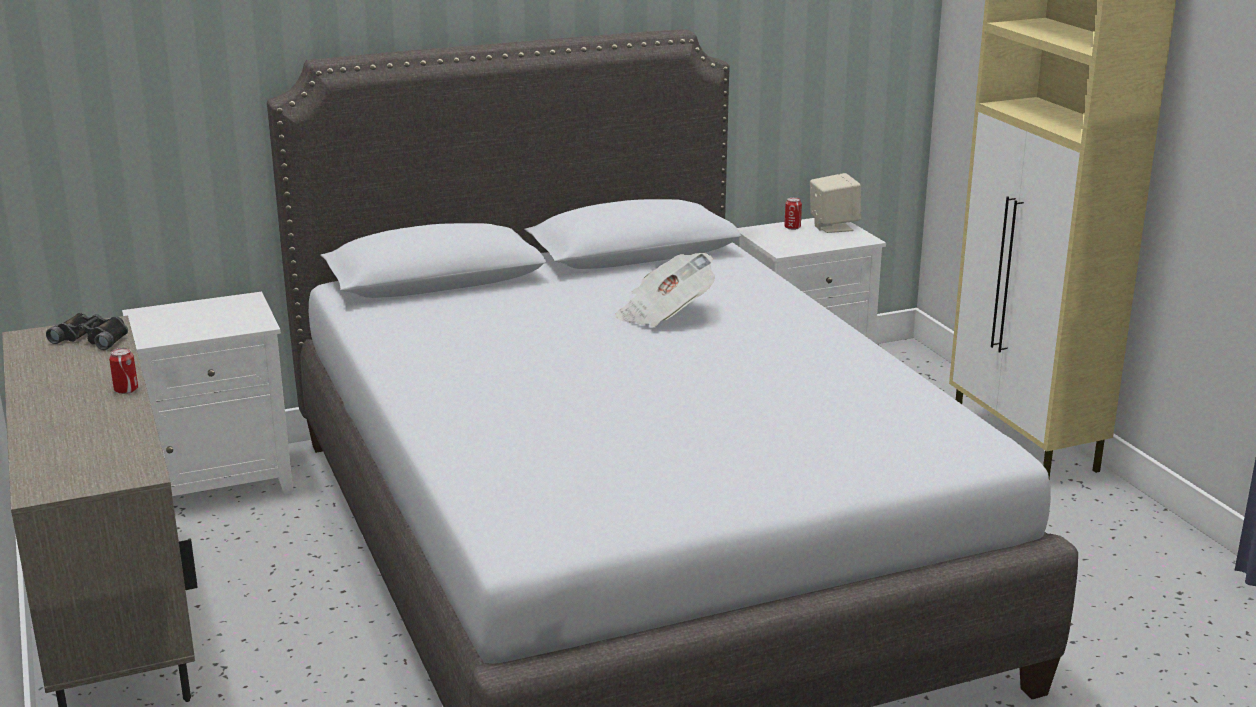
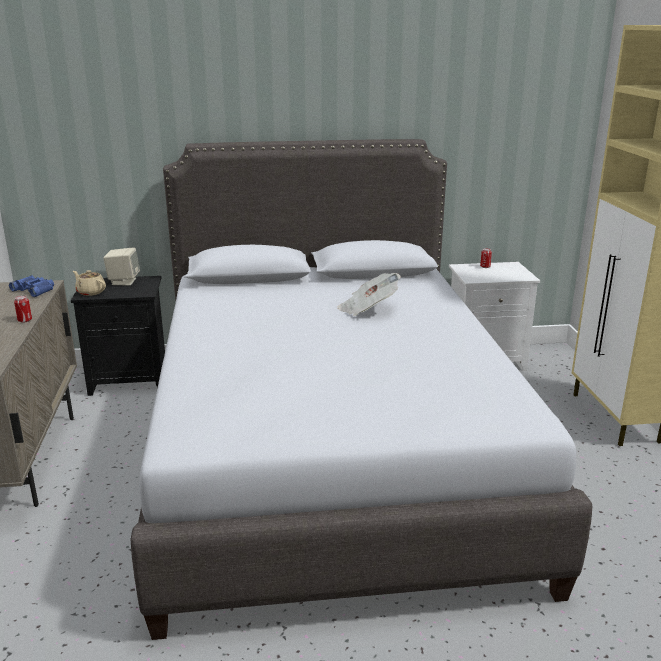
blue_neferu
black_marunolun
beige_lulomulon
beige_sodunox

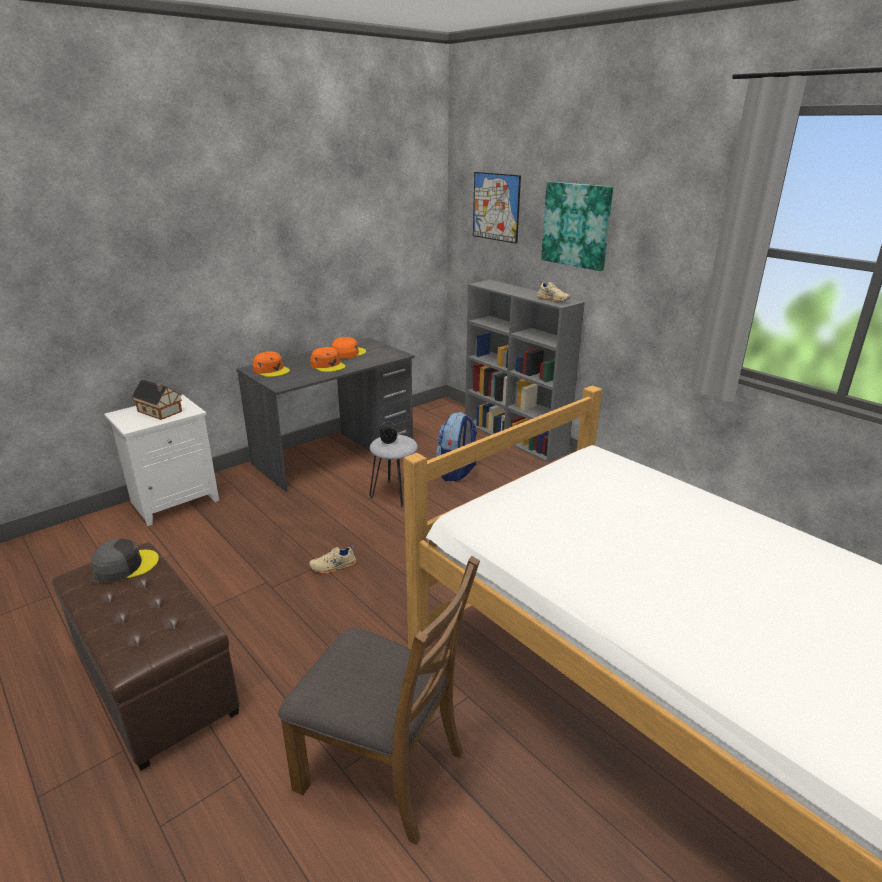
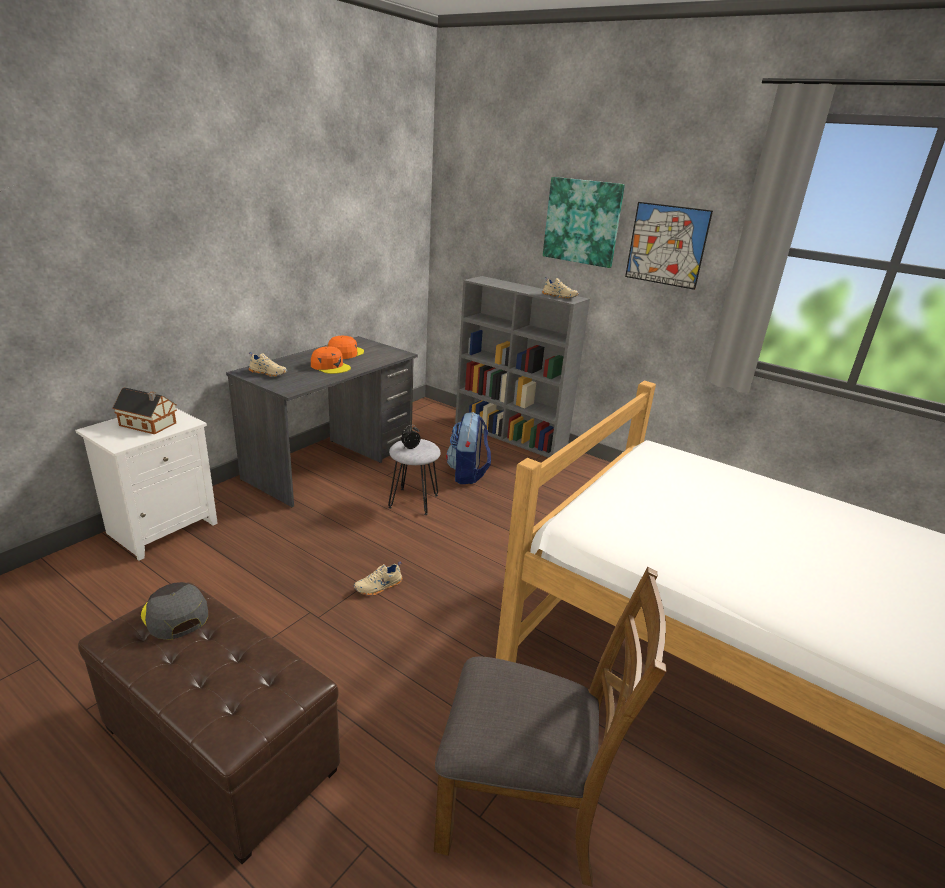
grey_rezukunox
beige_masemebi (1st from left)
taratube (2nd from left)

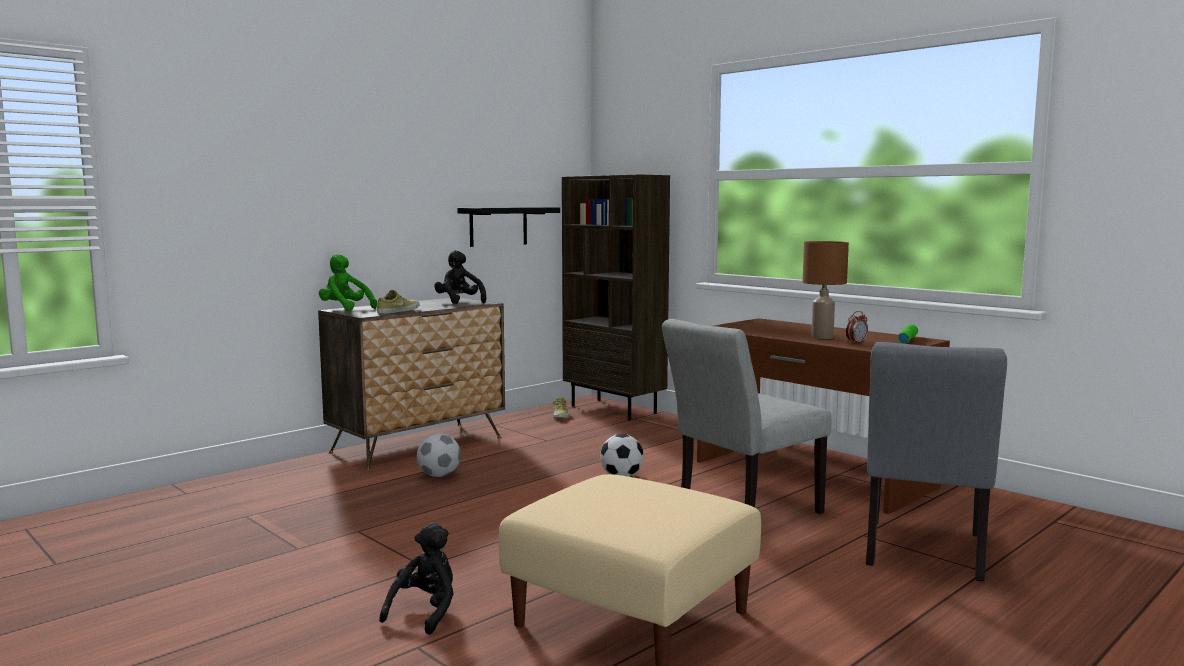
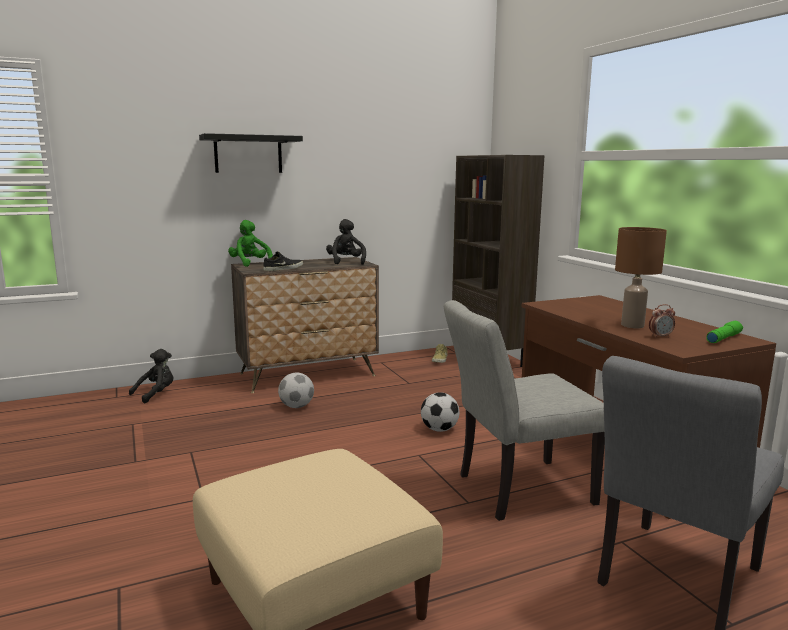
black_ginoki (1st from left)
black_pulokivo
black_masemebi

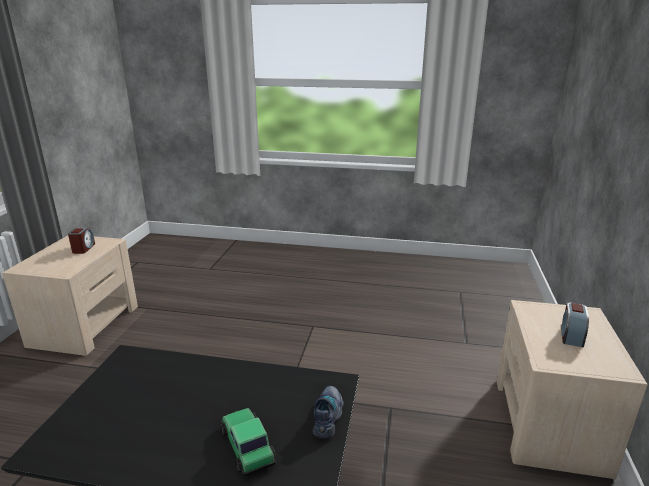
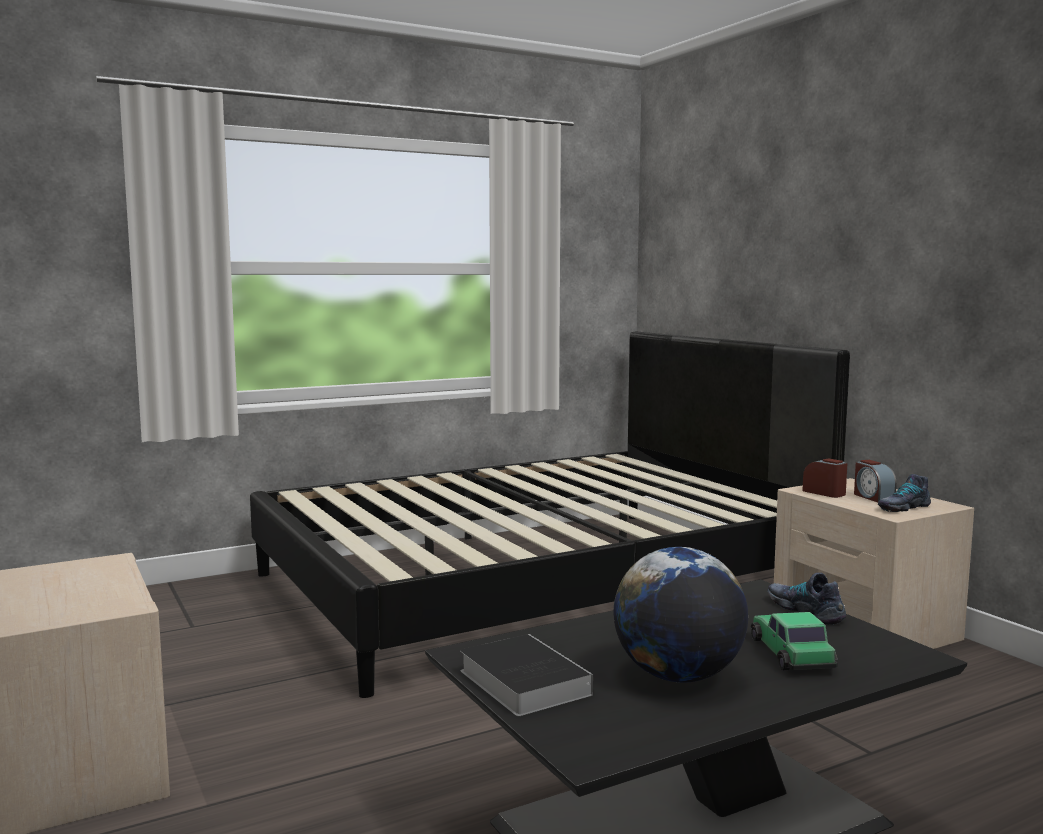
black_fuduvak
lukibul
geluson
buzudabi
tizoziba (1st from left)
masemebi (2nd from left)

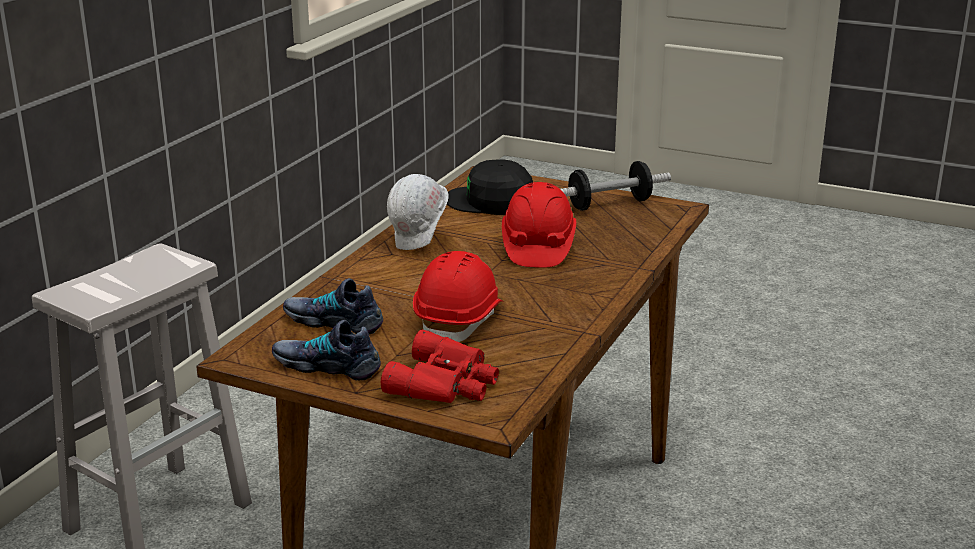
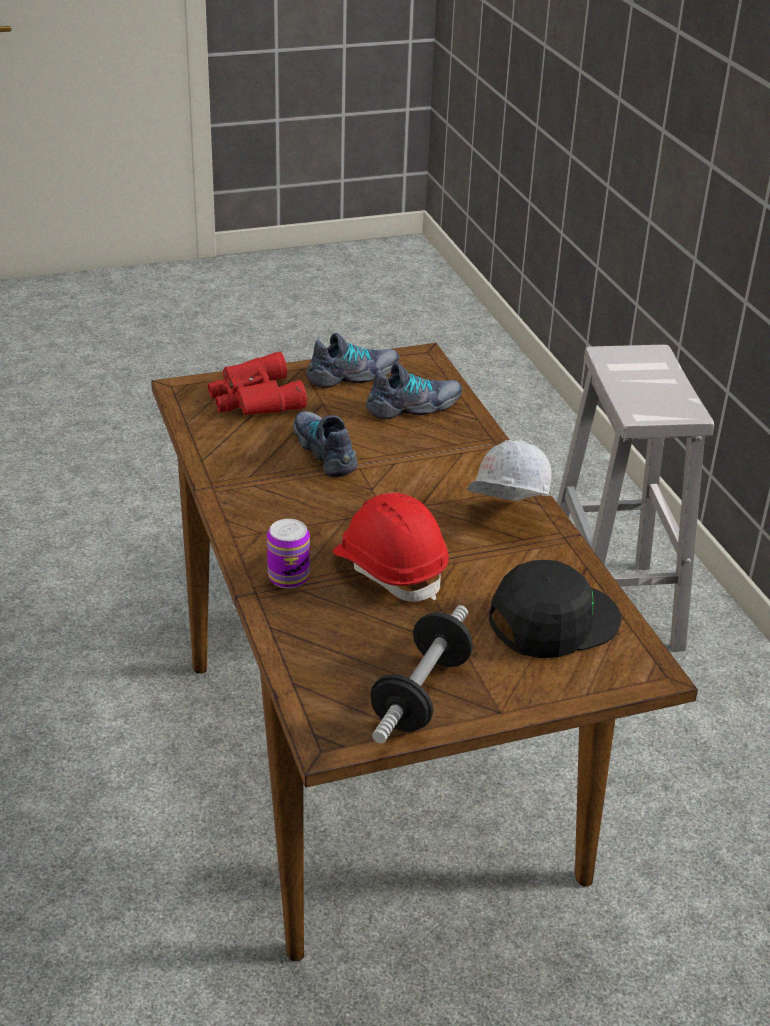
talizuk
masemebi (1st from left)

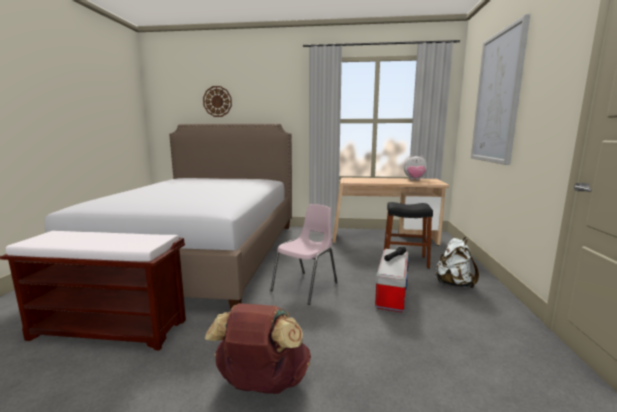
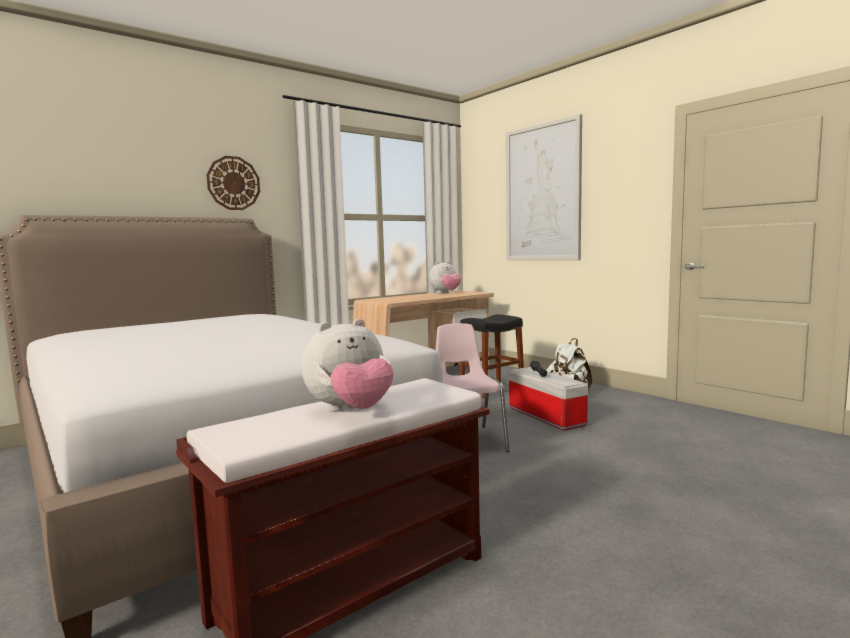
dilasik
ginoki (1st from left)
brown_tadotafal

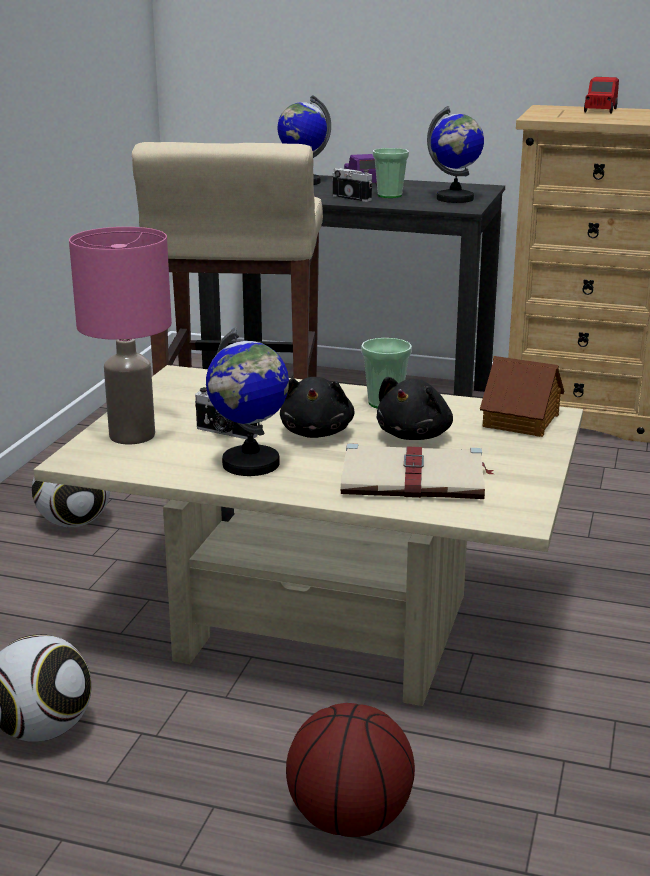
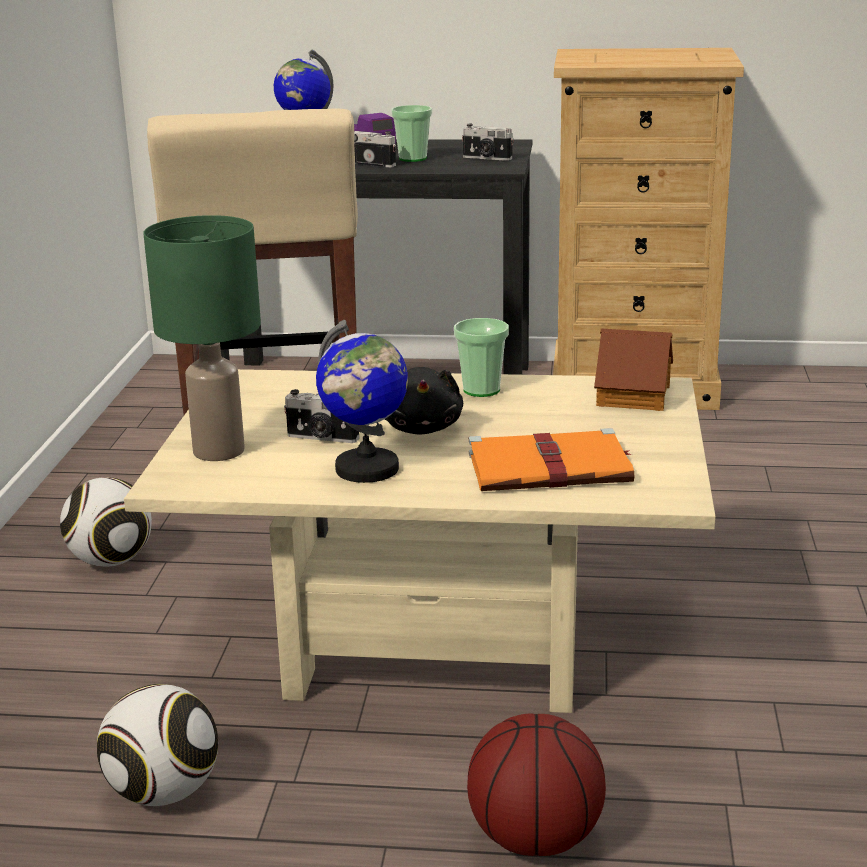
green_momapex
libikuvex (3rd from left)
orange_lukibul
black_ginoki (2nd from left in the first image)
red_buzudabi

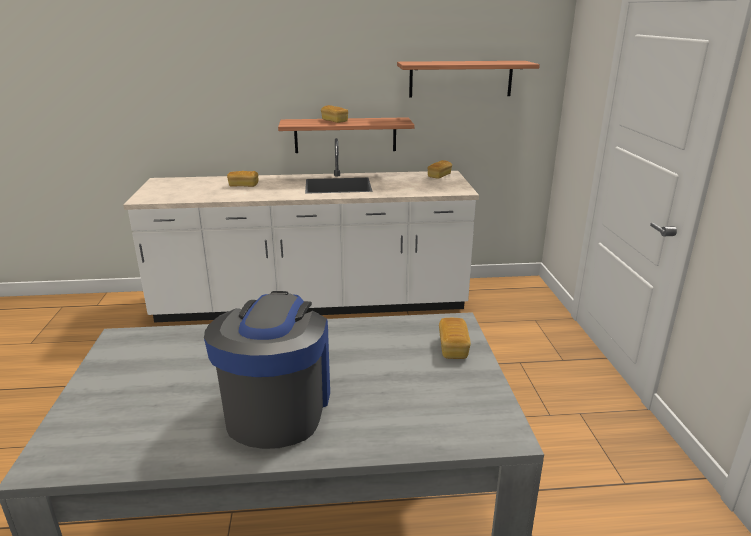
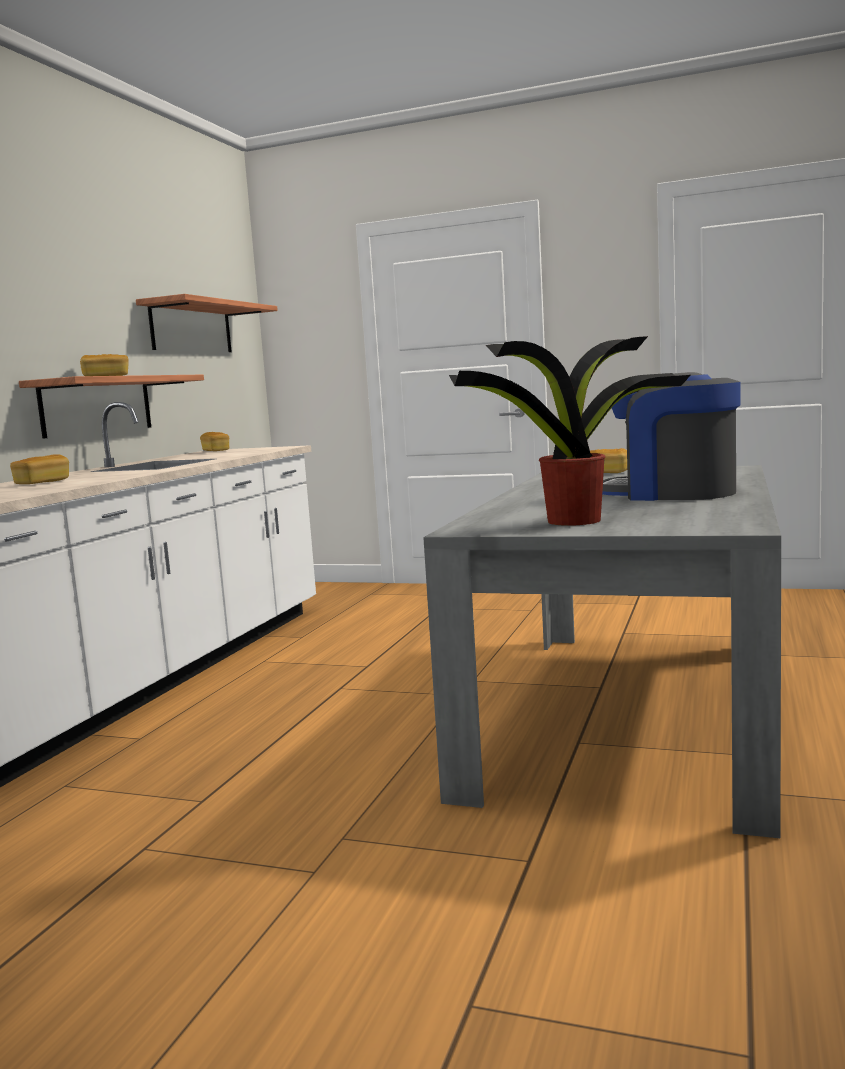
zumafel

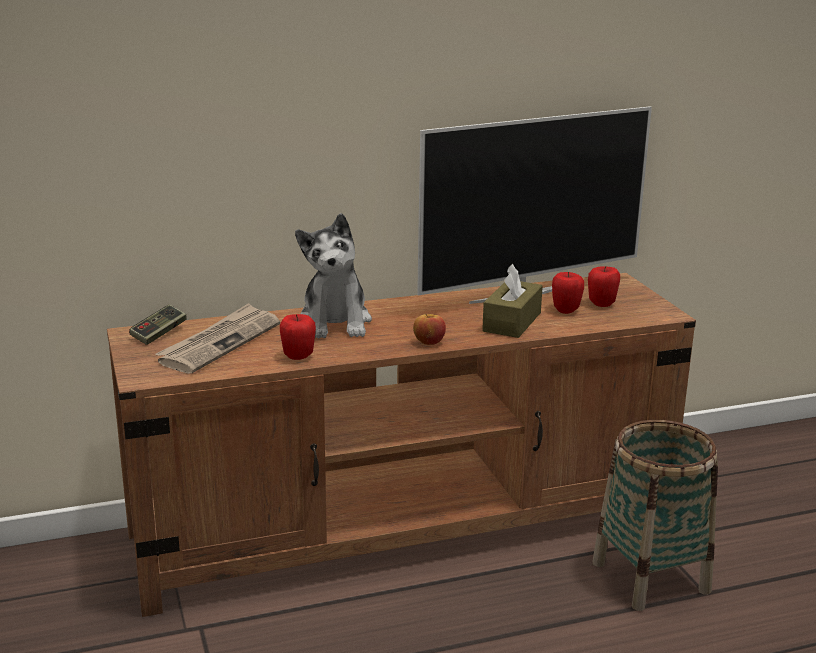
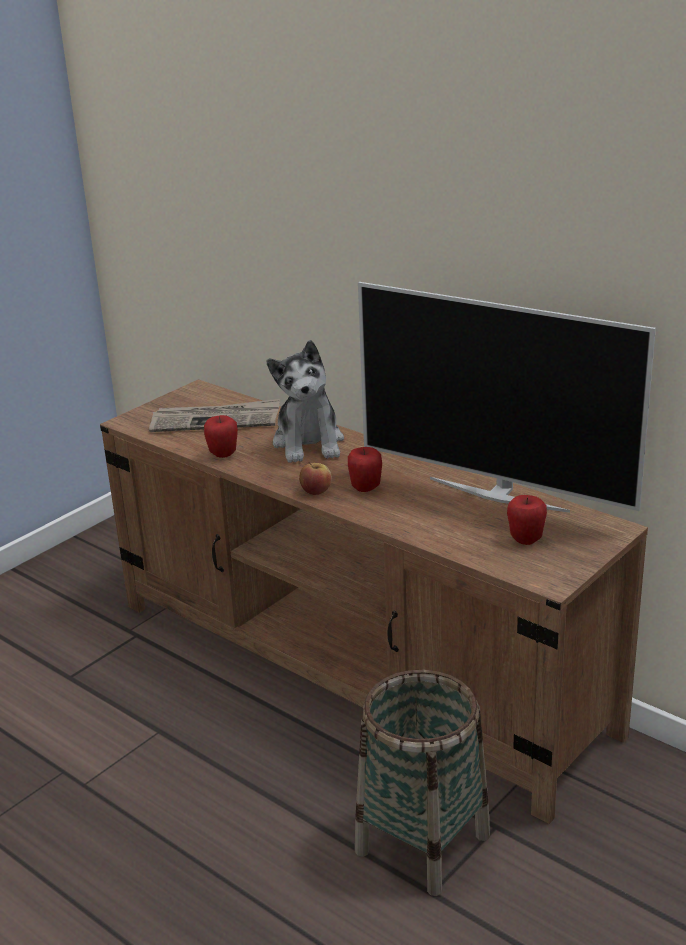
ginoki
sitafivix (3rd from left)
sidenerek
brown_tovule

